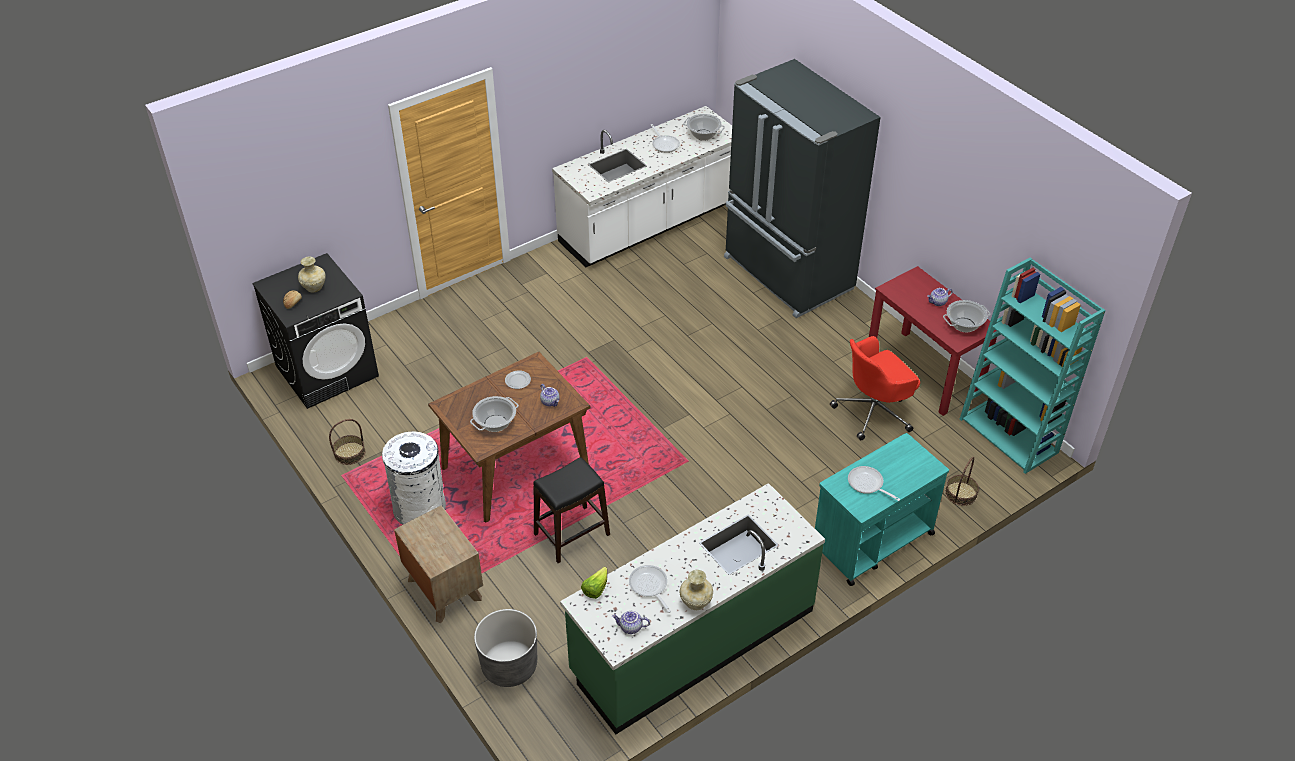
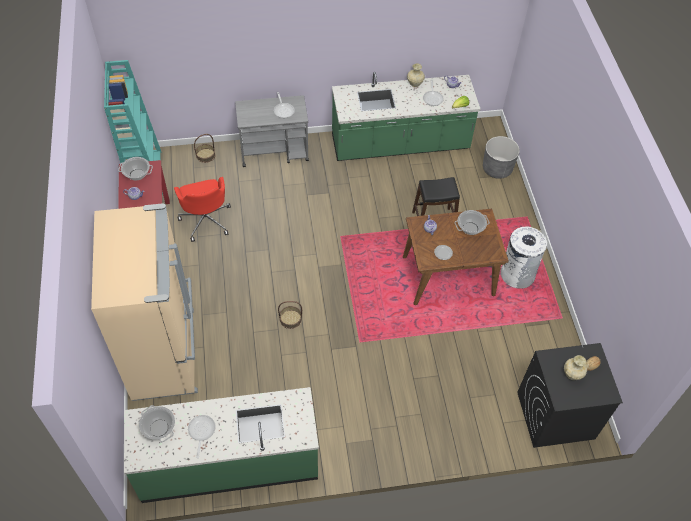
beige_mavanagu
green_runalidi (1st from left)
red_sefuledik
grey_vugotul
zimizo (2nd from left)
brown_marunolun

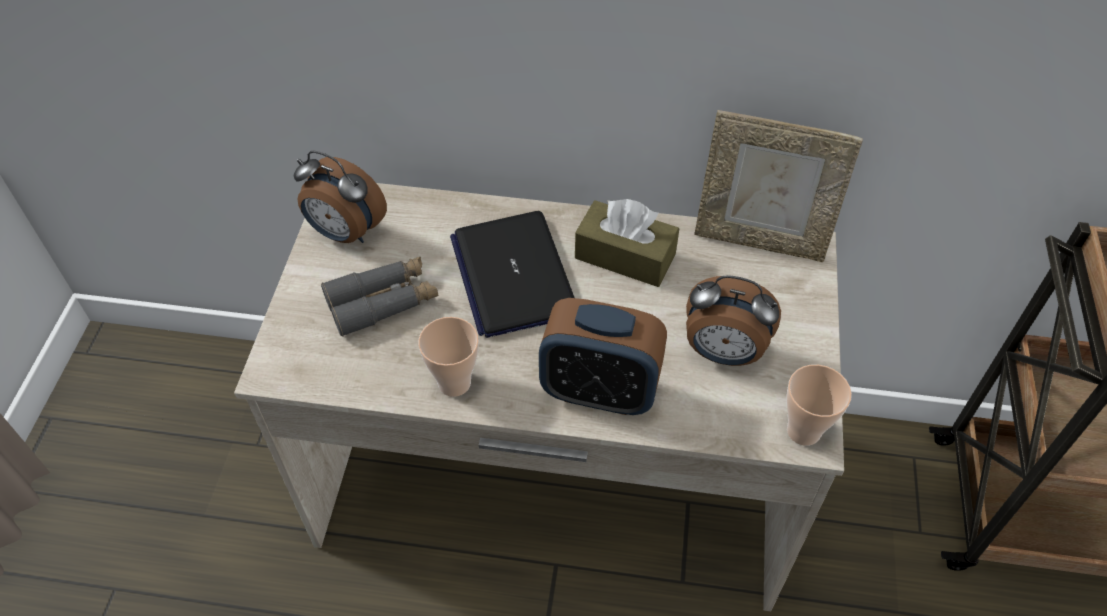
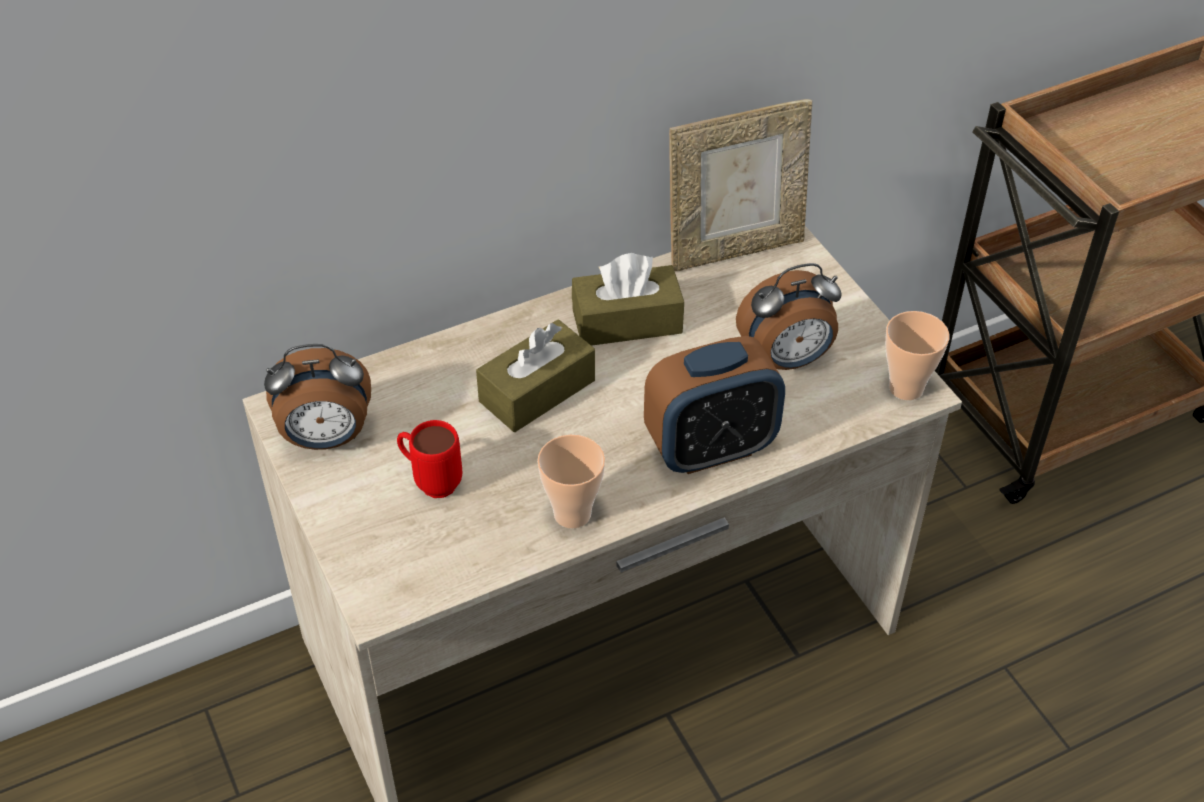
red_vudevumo
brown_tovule (1st from left)

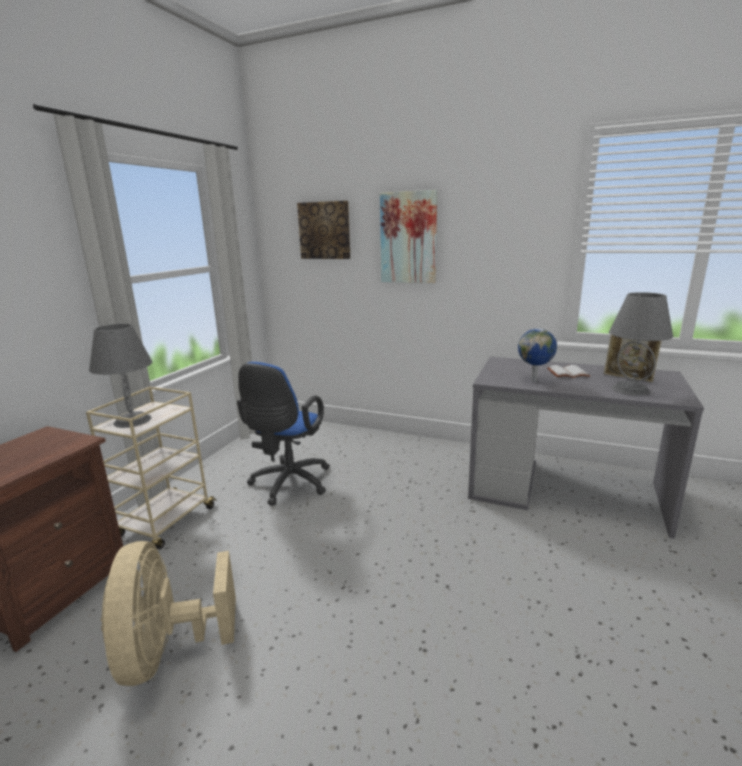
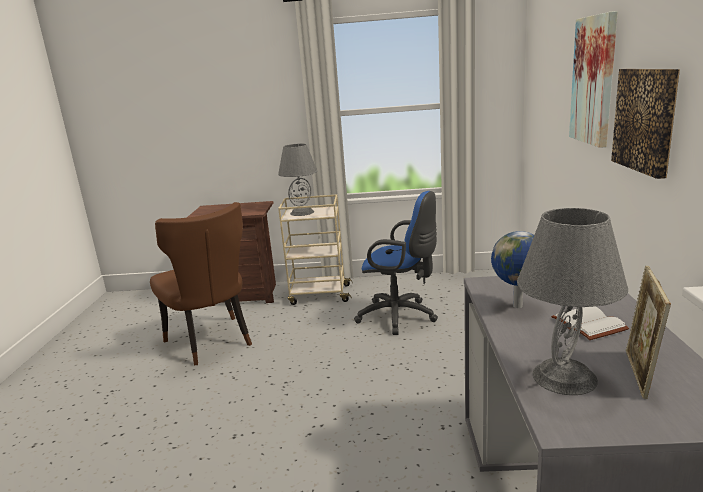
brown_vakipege
blue_sefuledik
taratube (2nd from left)

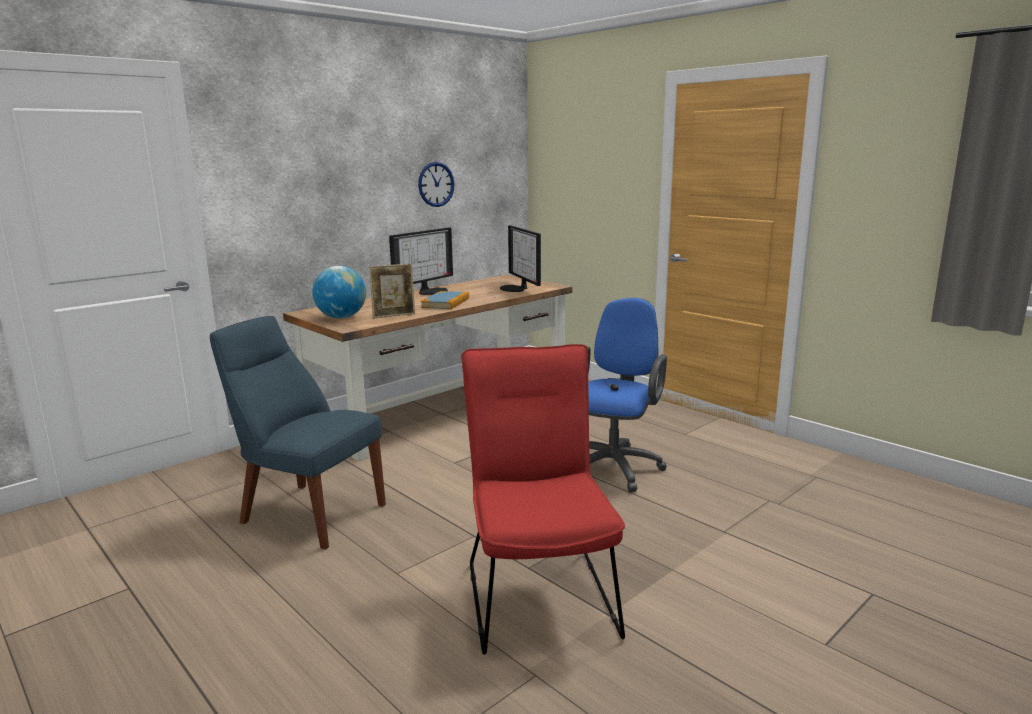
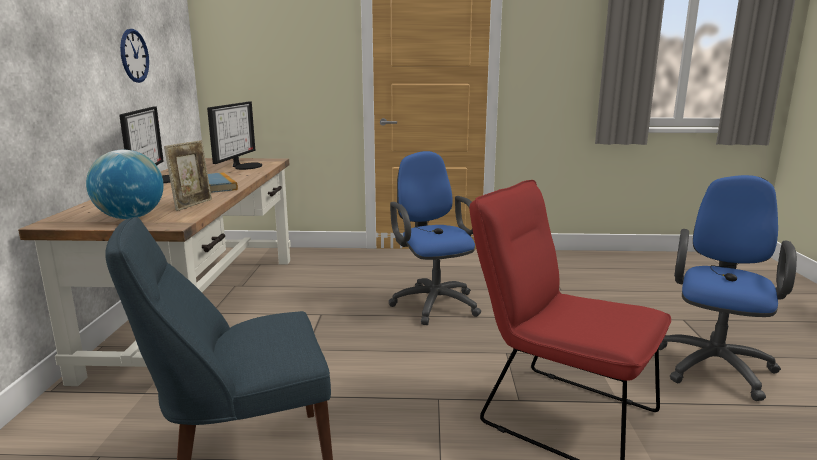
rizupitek (2nd from left)
blue_sefuledik (2nd from left)

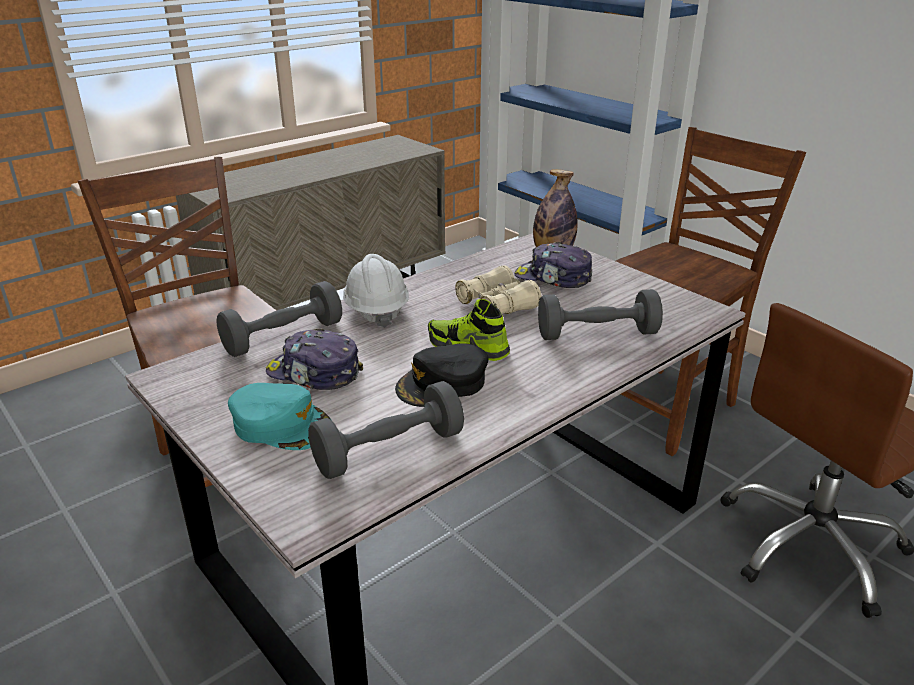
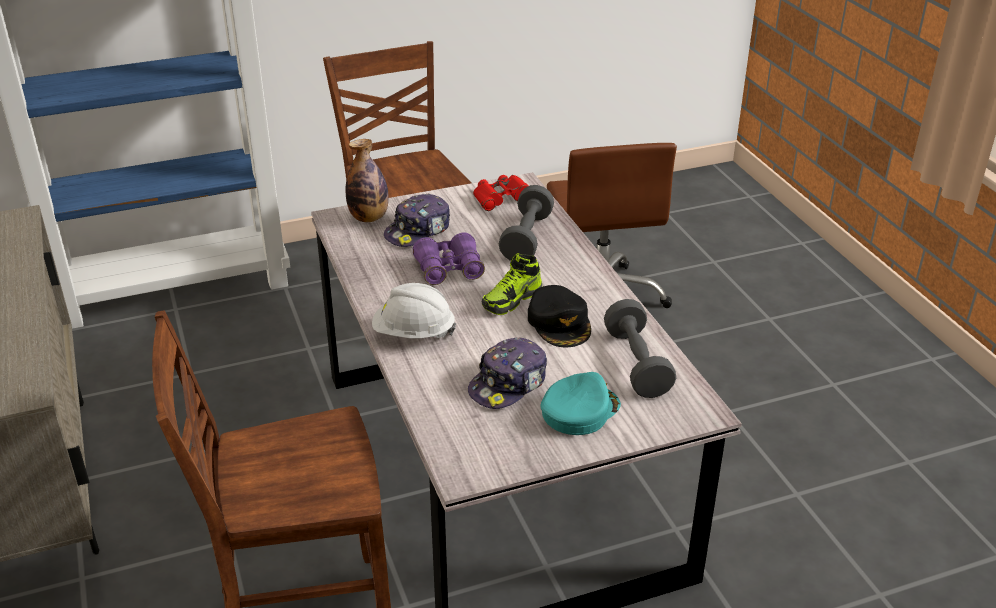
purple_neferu
red_neferu
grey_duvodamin (1st from left in the first image)

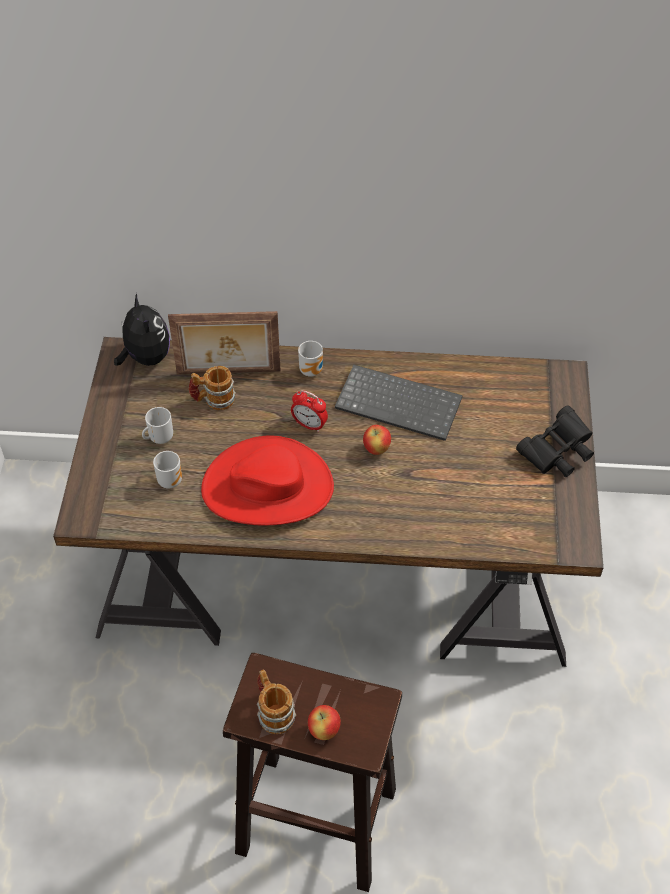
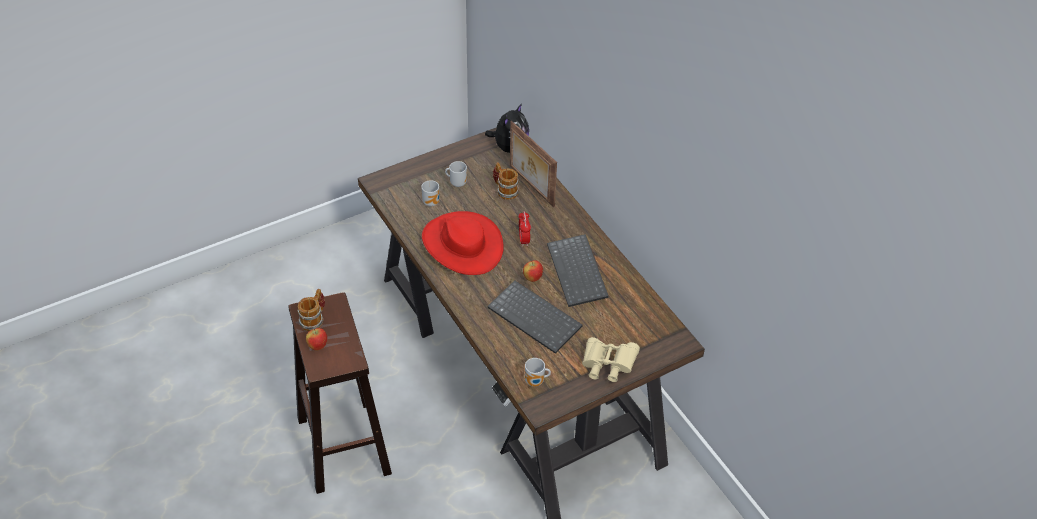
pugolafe (1st from left)
vudevumo (5th from left)
beige_neferu

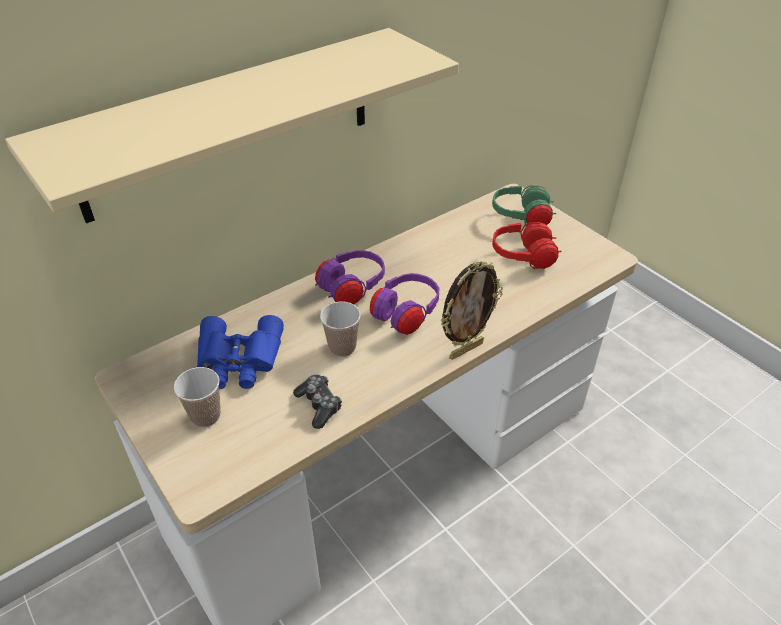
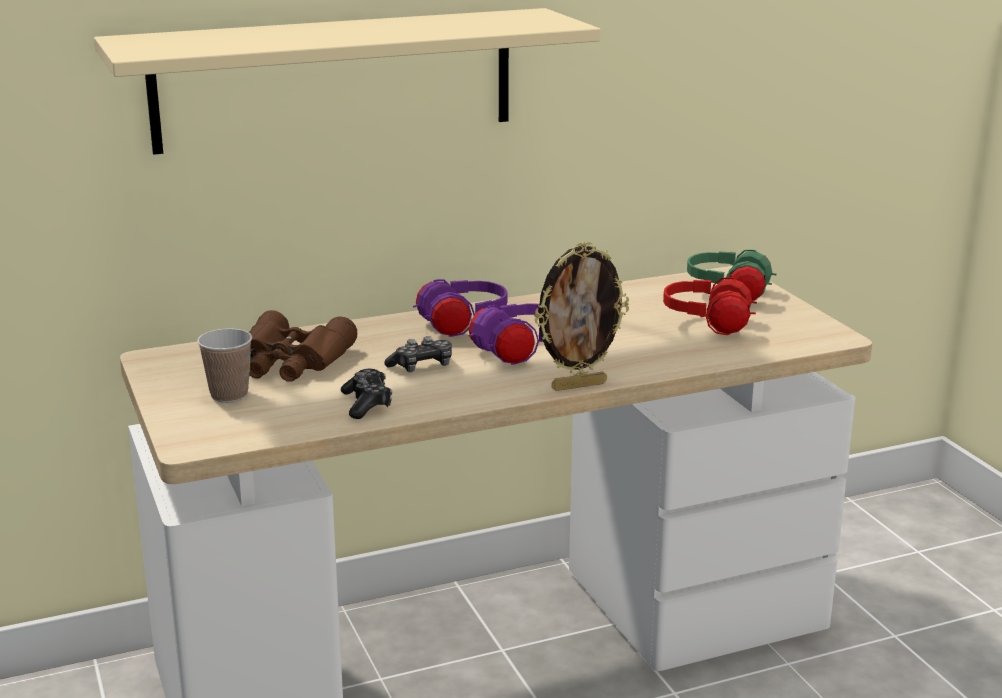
brown_neferu
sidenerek (2nd from left)

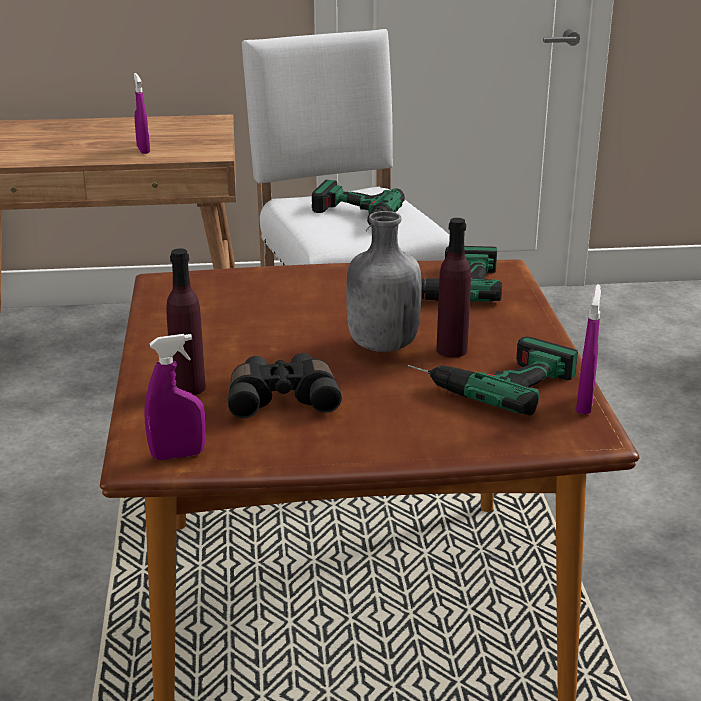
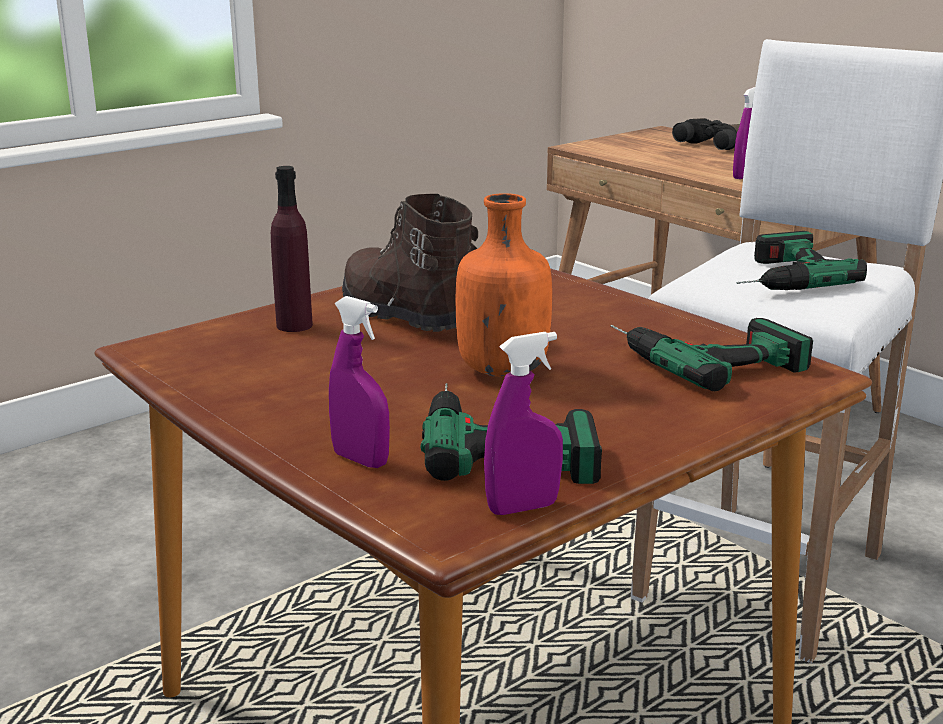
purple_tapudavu (1st from left)
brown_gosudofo
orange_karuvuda
black_neferu
purple_karuvuda (2nd from left in the first image)

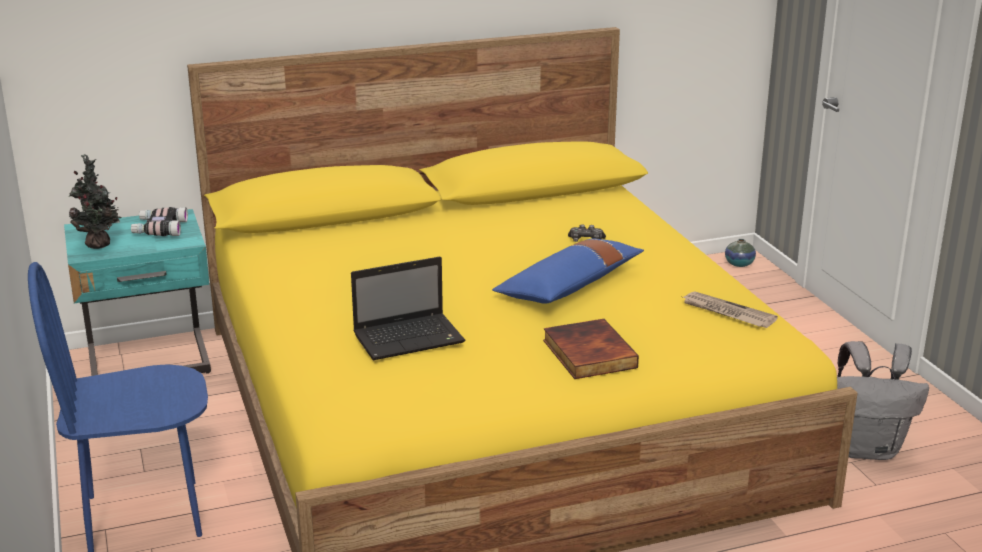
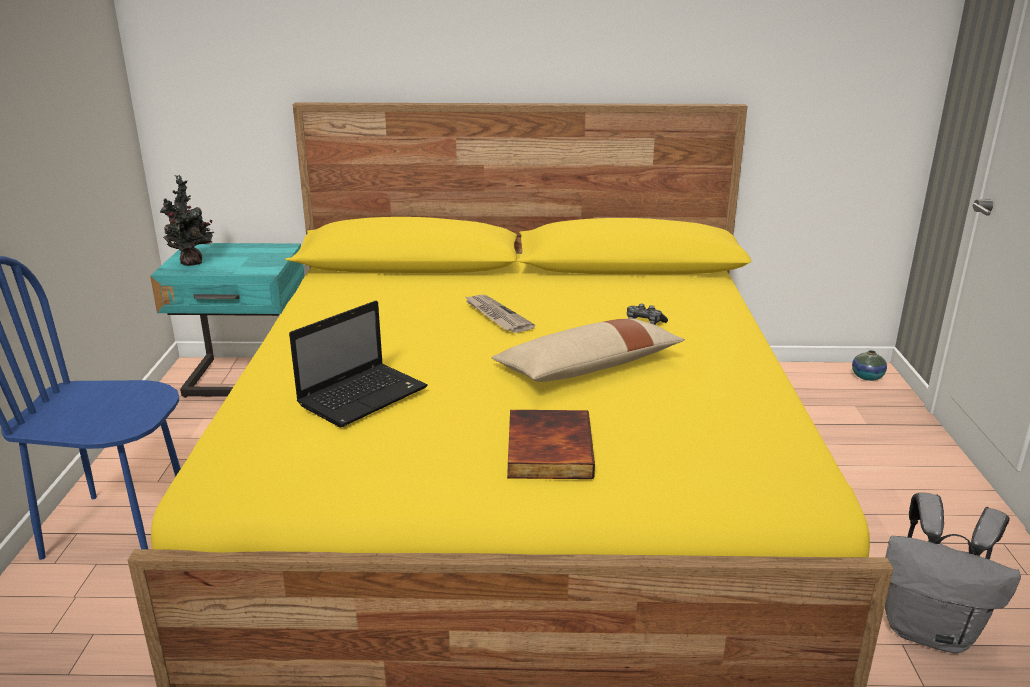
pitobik
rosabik
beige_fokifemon
neferu

